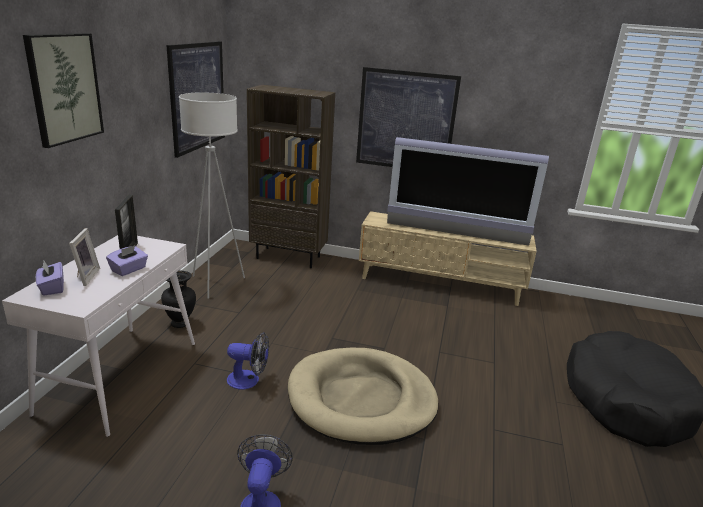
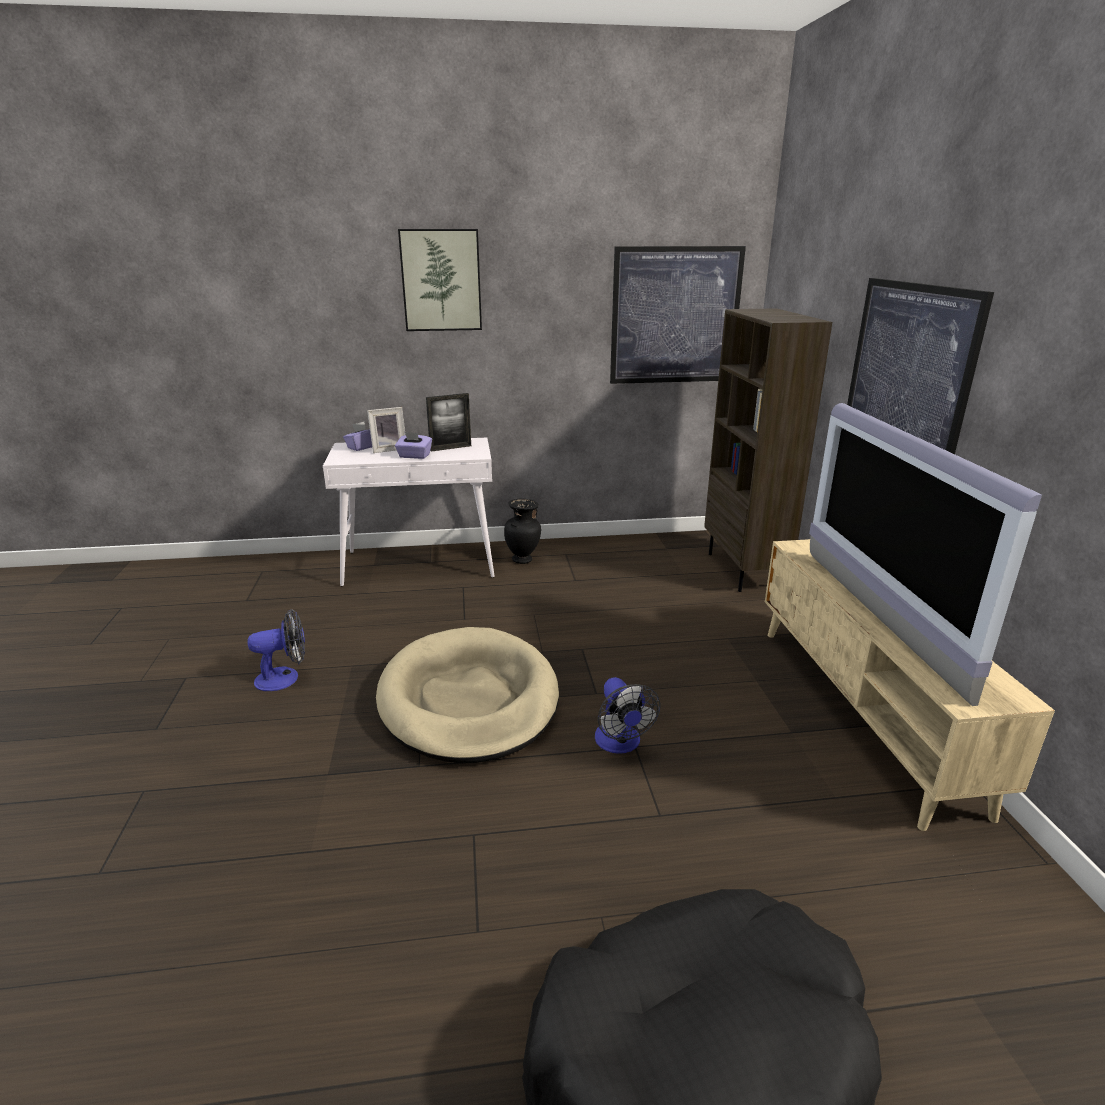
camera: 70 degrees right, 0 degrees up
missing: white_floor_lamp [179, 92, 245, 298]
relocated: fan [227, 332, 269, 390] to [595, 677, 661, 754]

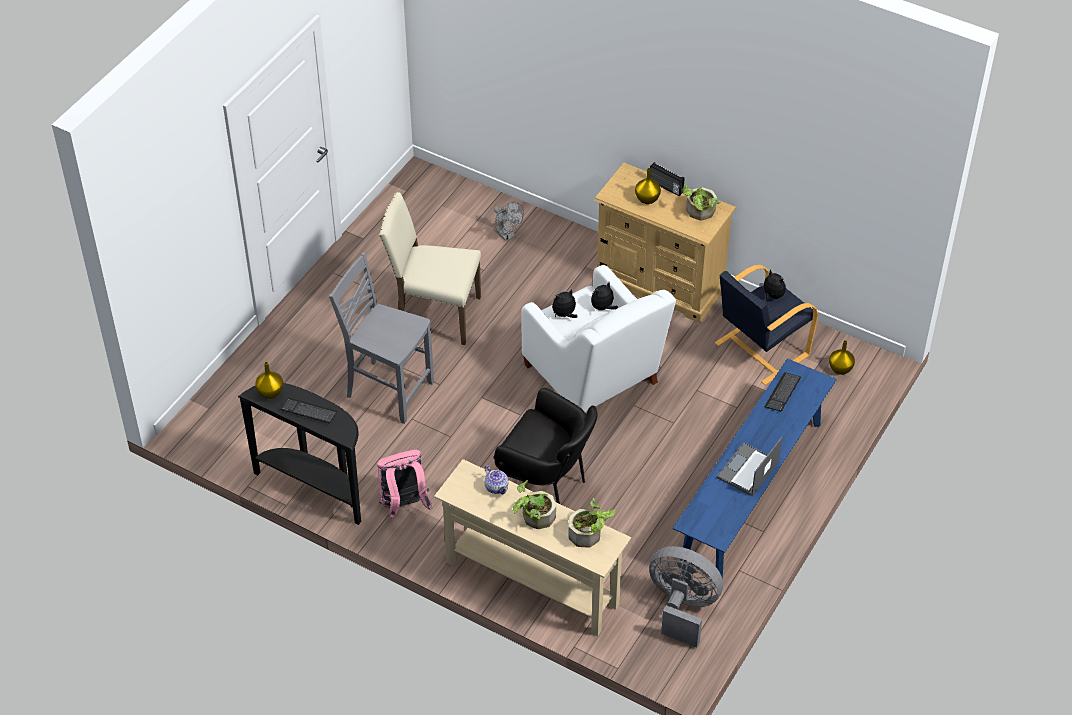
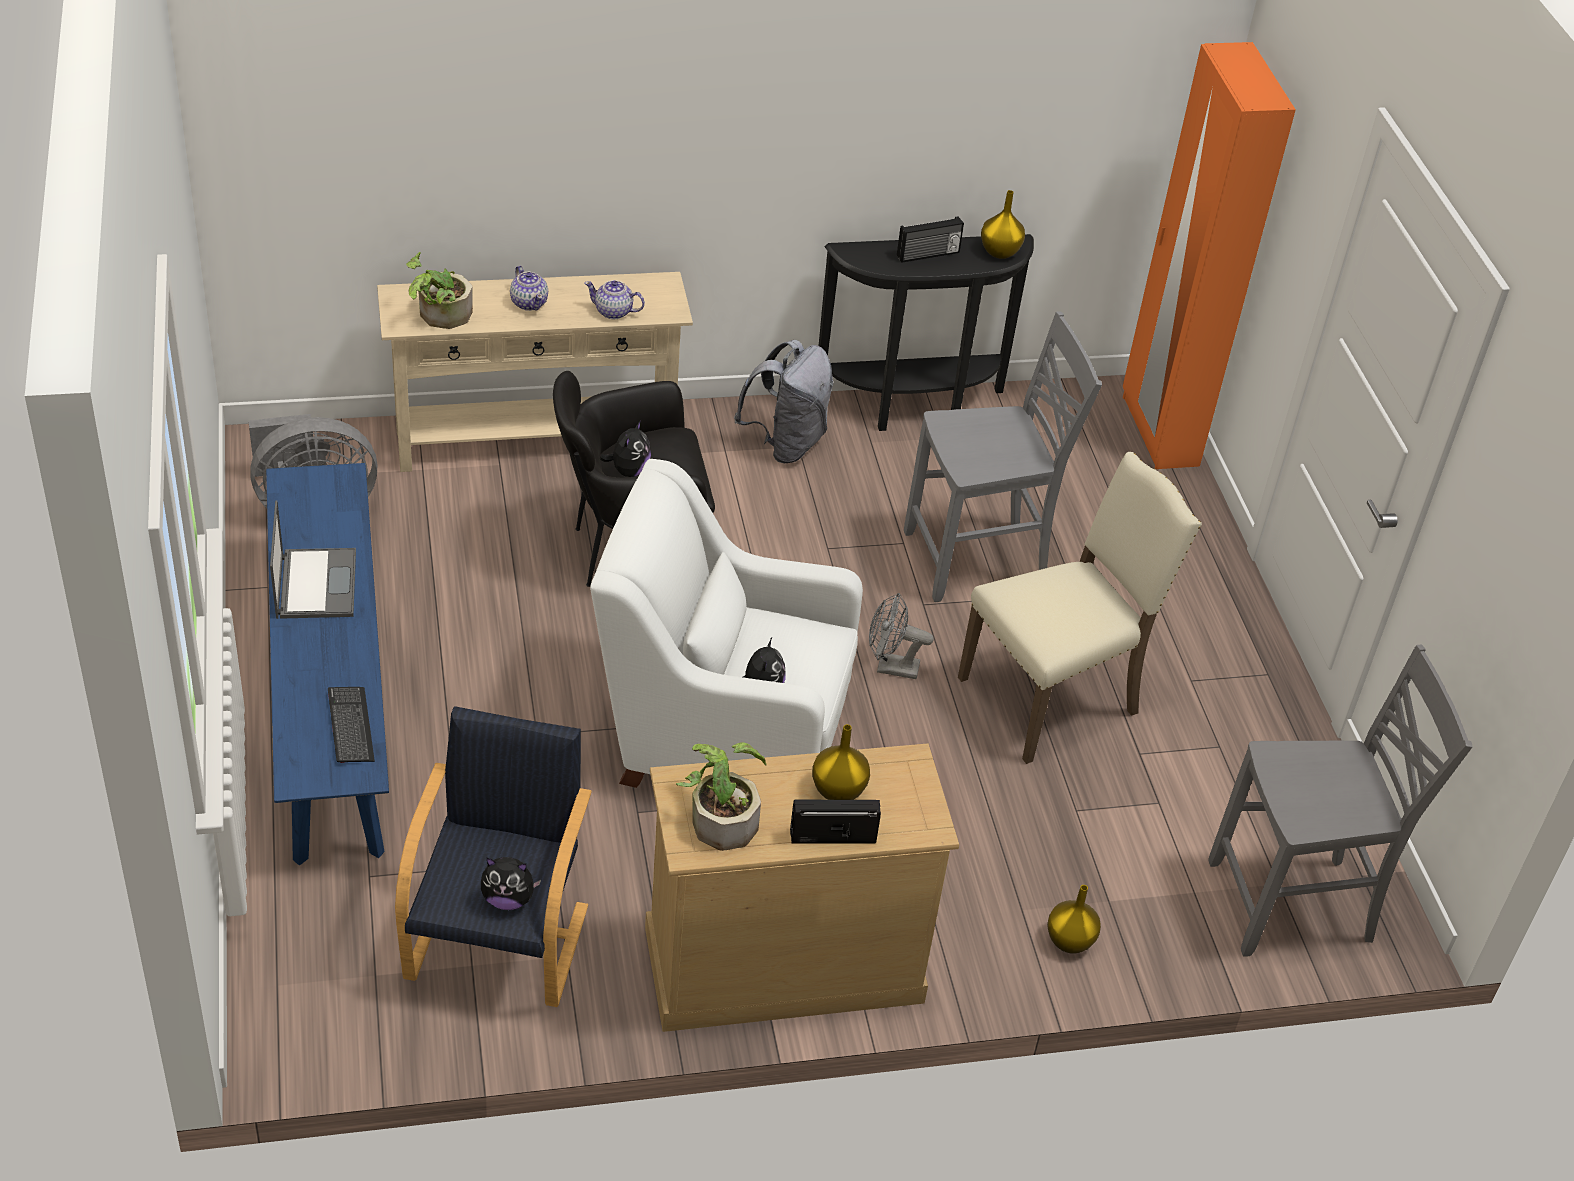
camera: 135 degrees right, 5 degrees down
appeared: orange_wardrobe [1123, 42, 1296, 469]; grey_chair [1208, 645, 1472, 957]
relocated: plush_toy [552, 289, 578, 318] to [600, 420, 651, 477]; grey_fan [494, 202, 524, 242] to [869, 593, 934, 679]; yellow_vase [829, 340, 855, 375] to [1047, 885, 1101, 954]
exchanged: potted_plant [513, 480, 556, 529] to teapot [510, 266, 548, 311]; keyboard [281, 398, 338, 423] to radio [897, 216, 964, 263]
colour: pink_backpack [377, 450, 433, 520] to grey_backpack [734, 340, 833, 463]

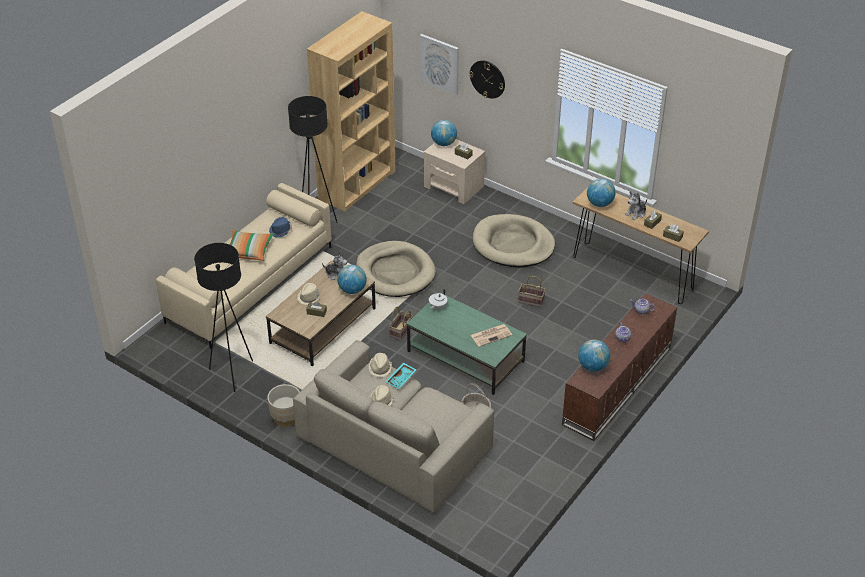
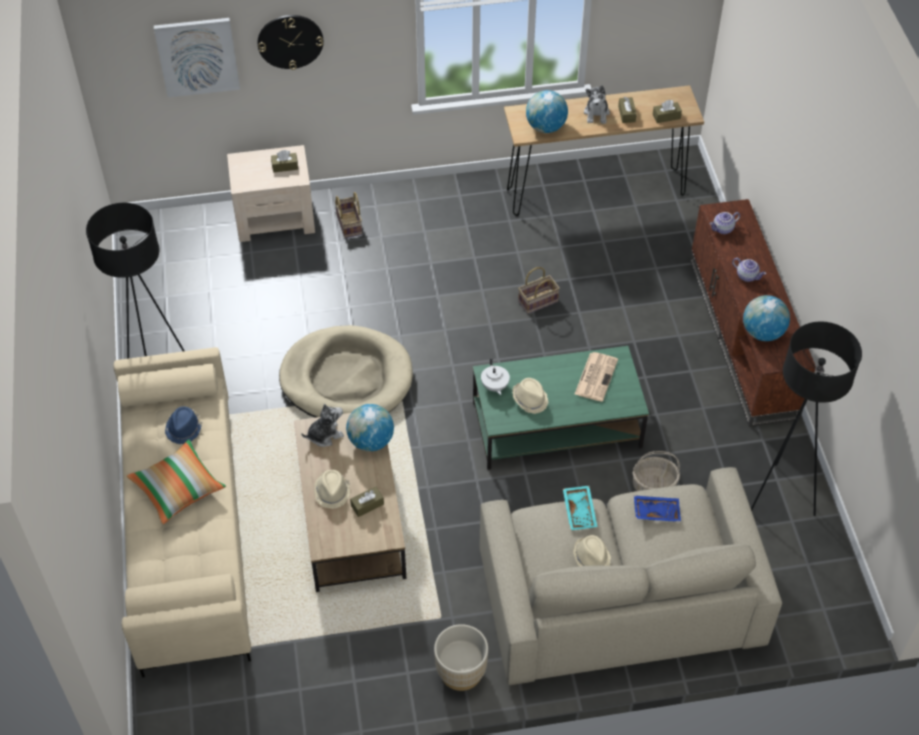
camera: 45 degrees left, 10 degrees up
missing: brown_bookcase [307, 11, 396, 212]; globe [431, 120, 457, 146]; beige_dog_bed [473, 214, 555, 267]
appeared: blue_tray [634, 495, 681, 522]
relocated: basket [389, 306, 413, 341] to [335, 192, 362, 238]; beige_hat [369, 353, 392, 378] to [512, 378, 548, 414]; black_floor_lamp [194, 243, 253, 392] to [751, 321, 862, 516]

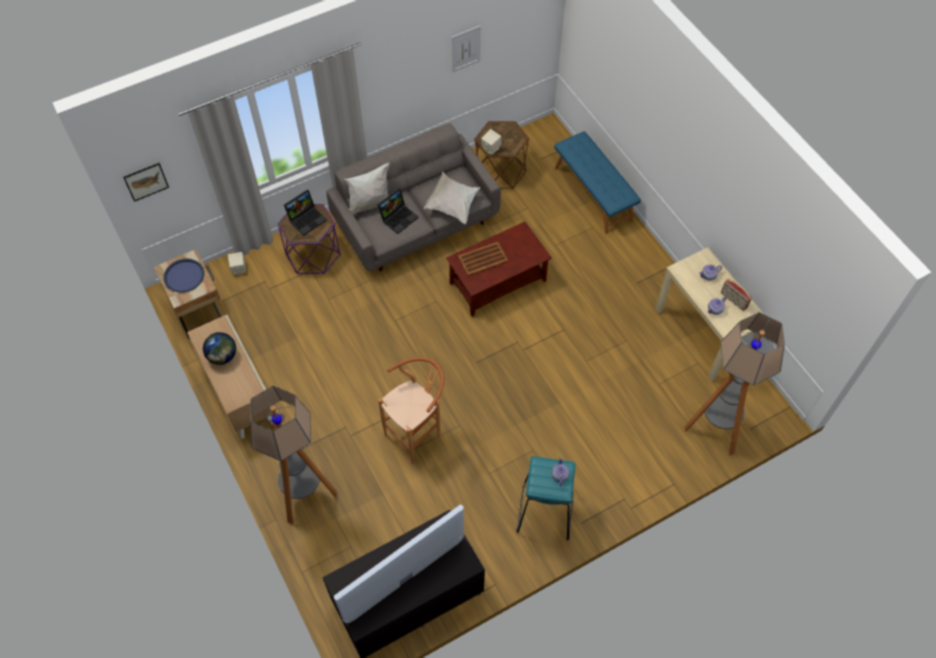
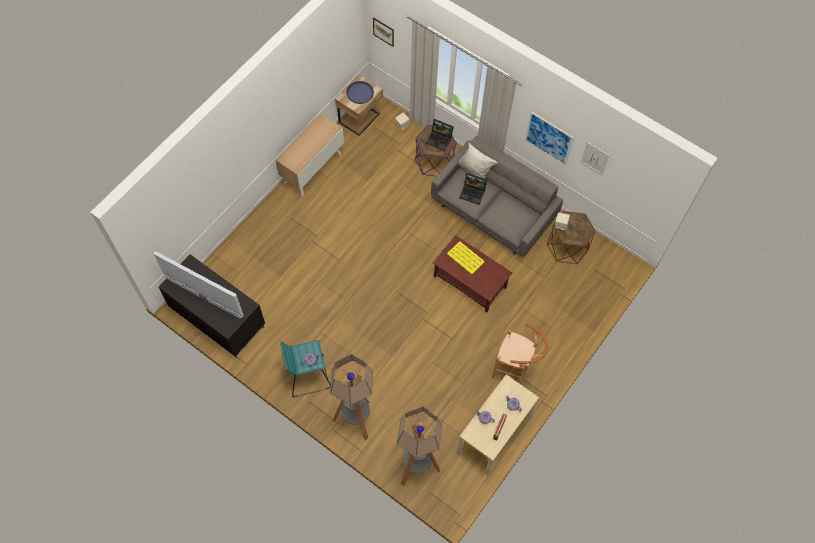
camera: 65 degrees right, 5 degrees up
missing: globe [203, 332, 236, 365]; white_pillow [423, 172, 481, 224]; blue_bench [554, 131, 641, 234]
appeared: picture [524, 111, 574, 165]
relocated: floor_lamp [250, 386, 337, 525] to [330, 354, 373, 440]; brown_stool [378, 357, 444, 464] to [492, 323, 548, 385]
colour: brown_tray [458, 242, 508, 276] to yellow_tray [447, 241, 485, 274]

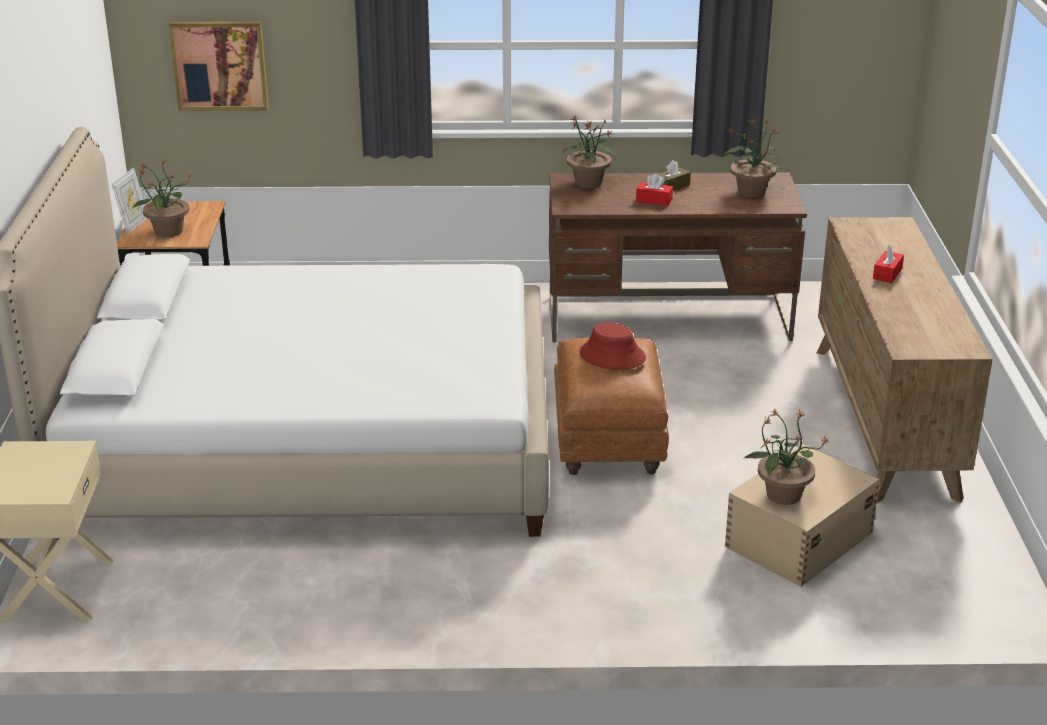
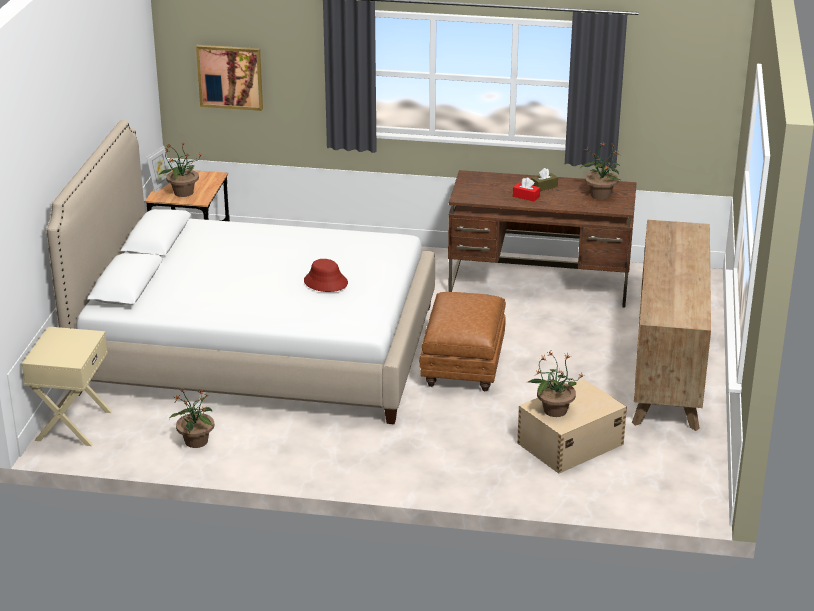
camera: 10 degrees right, 0 degrees up
missing: red_tissue_box [873, 245, 904, 283]
relocated: potted_plant [563, 115, 616, 188] to [169, 388, 214, 448]; red_hat [579, 323, 646, 370] to [304, 259, 348, 292]

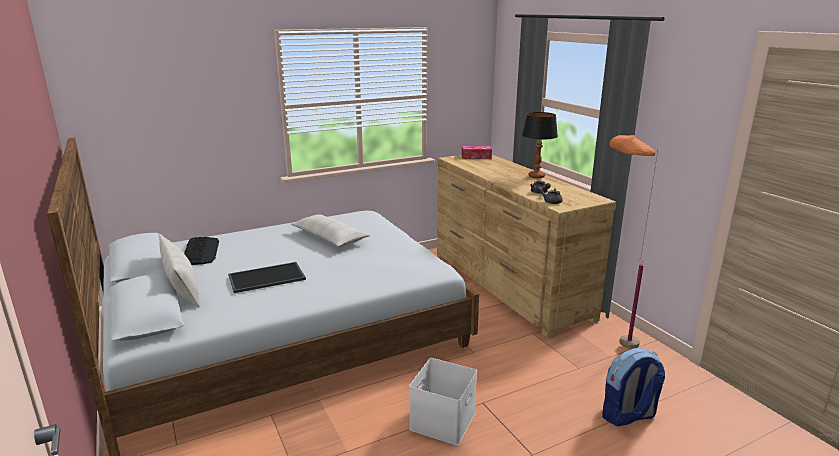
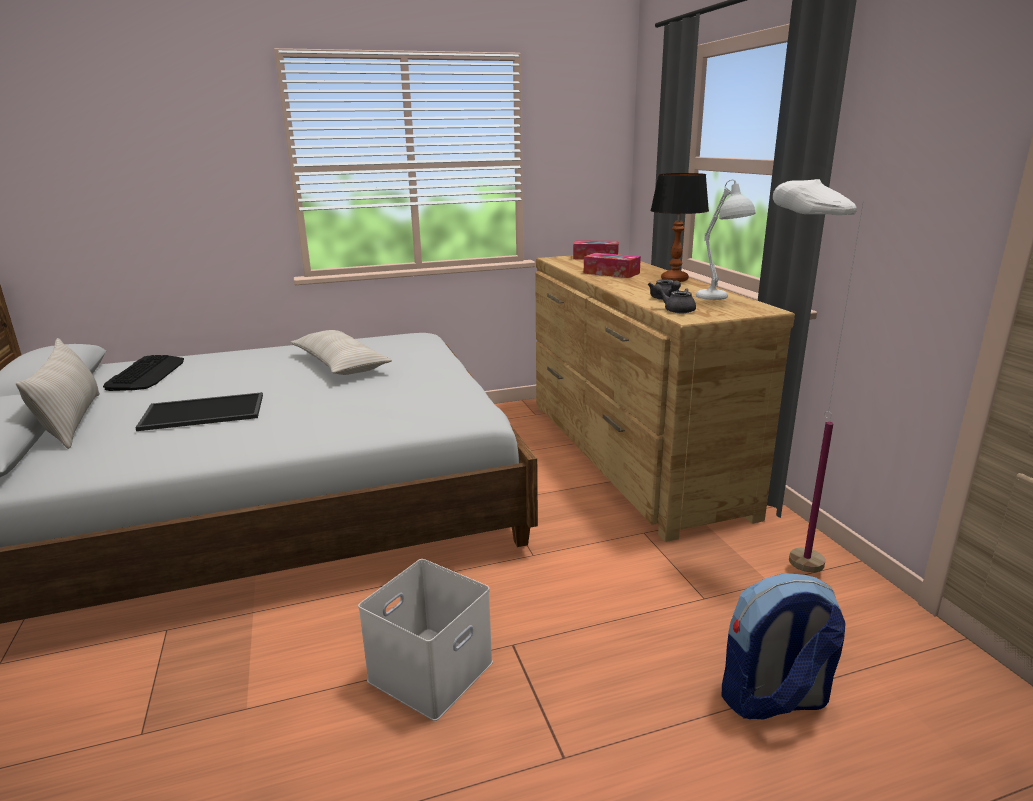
camera: 10 degrees right, 0 degrees up
appeared: tissue_box [584, 253, 641, 278]; white_table_lamp [696, 180, 756, 300]
colour: orange_floor_lamp [610, 135, 658, 349] to white_floor_lamp [773, 179, 863, 573]

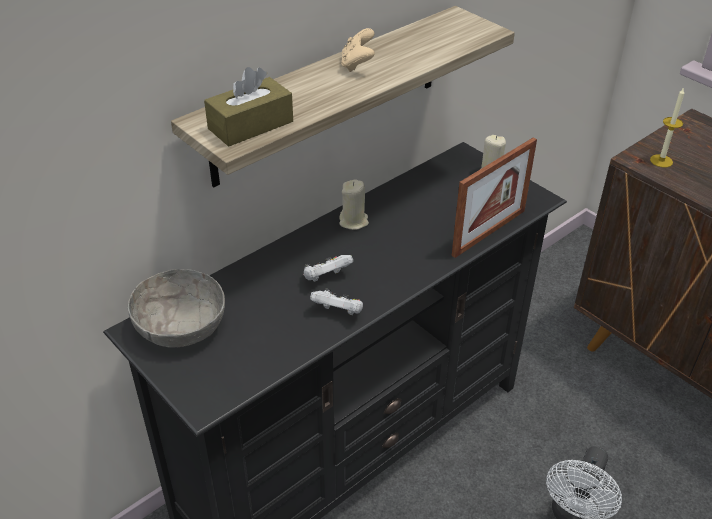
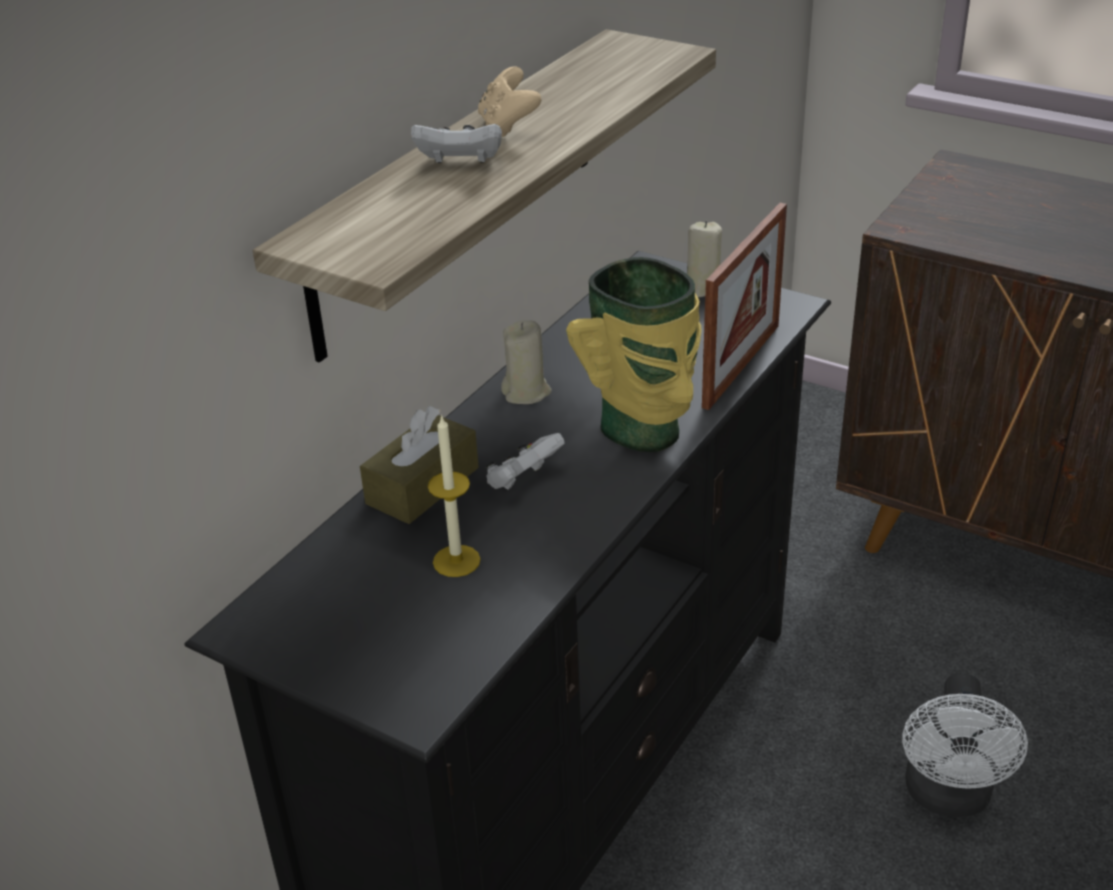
camera: 15 degrees left, 5 degrees down
missing: grey_bowl [128, 269, 225, 348]
appeared: vase [566, 257, 702, 452]
relocated: brown_tissue_box [204, 67, 293, 146] to [360, 406, 479, 524]; white_game_controller [310, 288, 363, 315] to [411, 124, 502, 163]; candle [650, 87, 684, 167] to [428, 414, 481, 577]

